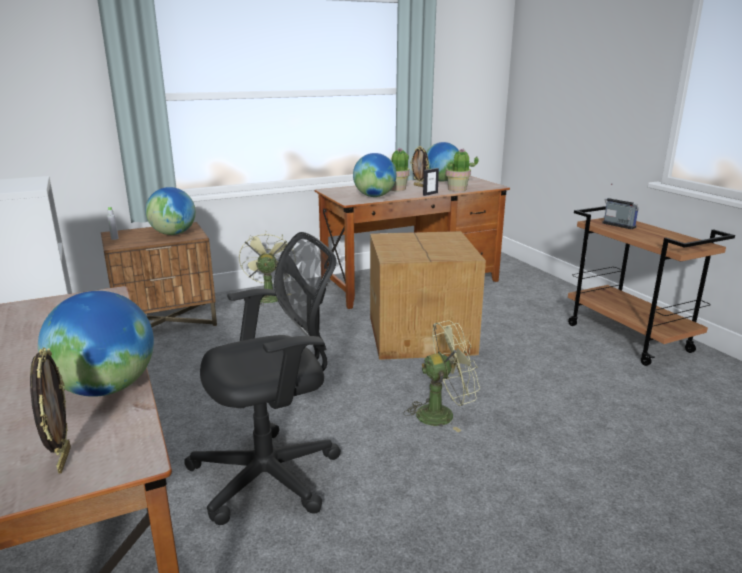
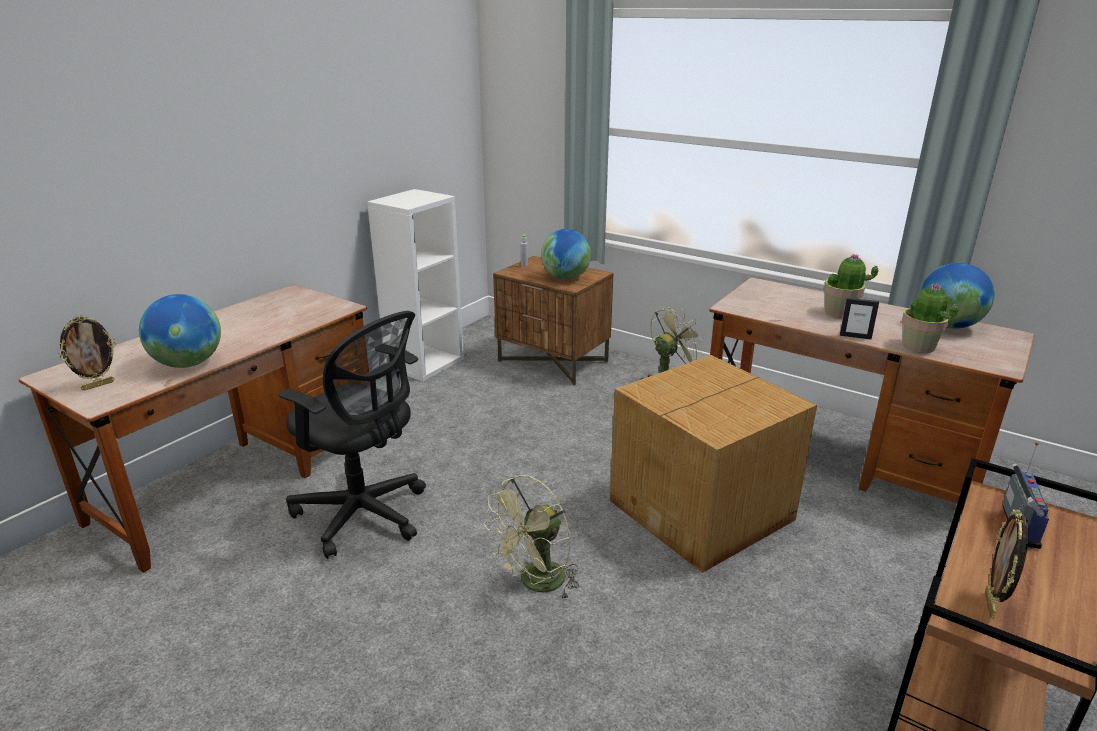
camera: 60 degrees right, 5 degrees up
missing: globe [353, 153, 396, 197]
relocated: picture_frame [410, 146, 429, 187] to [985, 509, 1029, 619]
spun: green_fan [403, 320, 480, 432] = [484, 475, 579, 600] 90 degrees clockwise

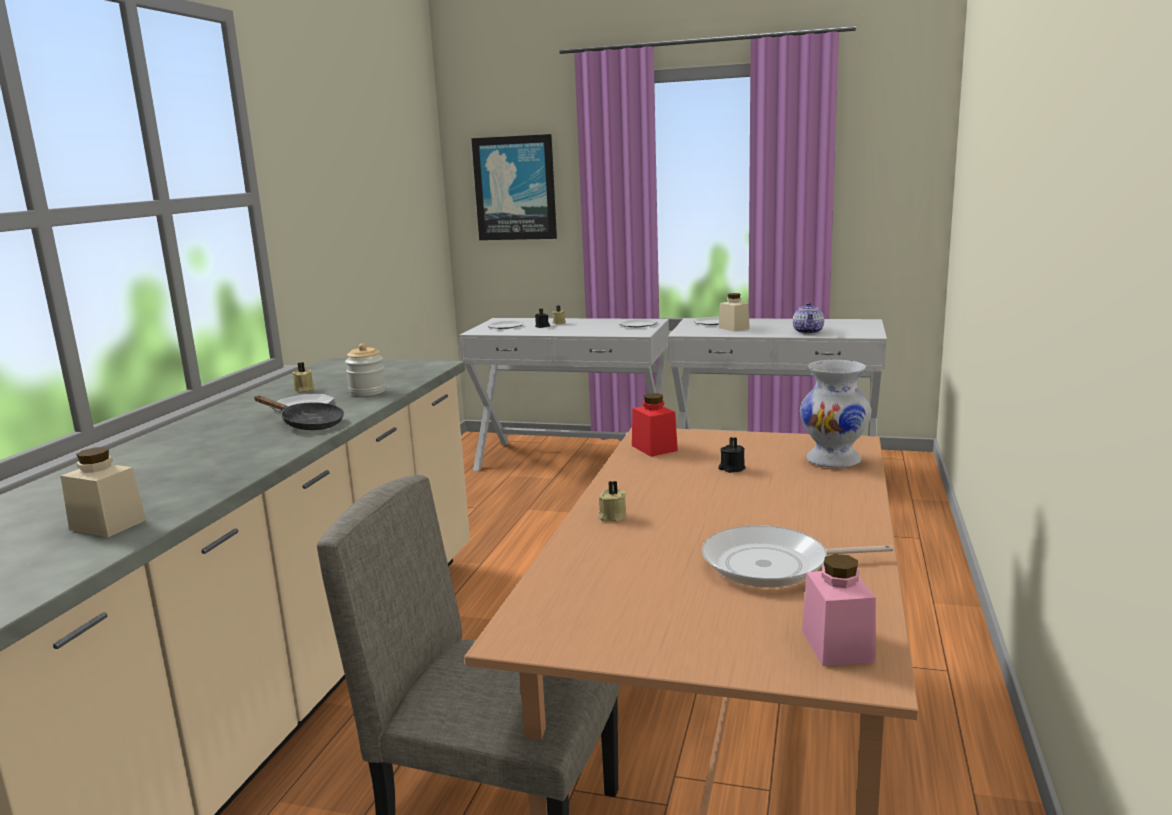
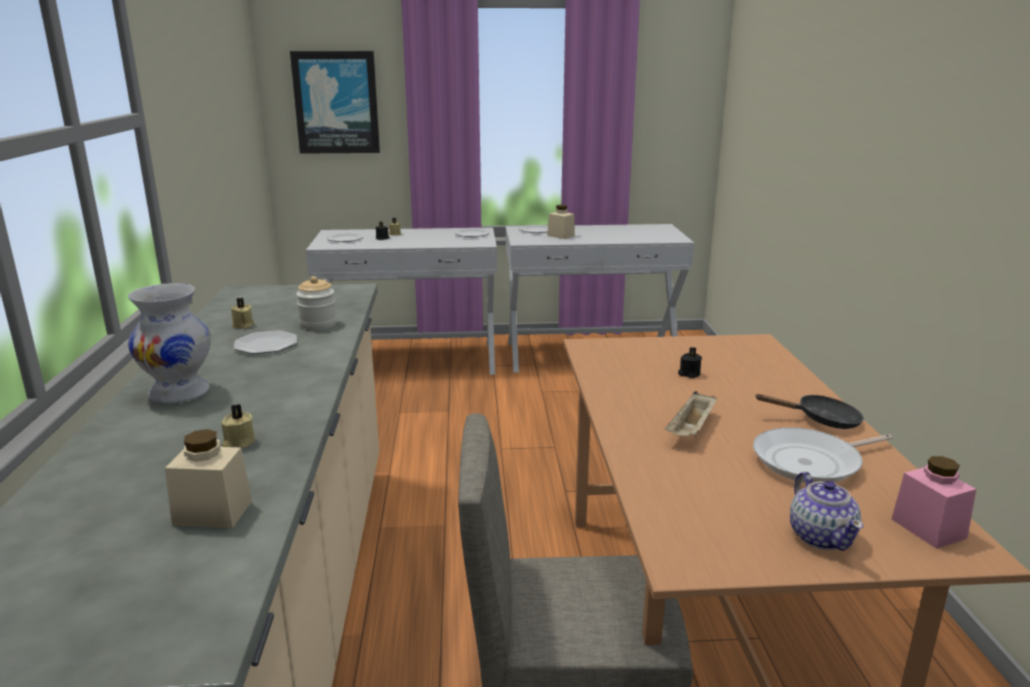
camera: 20 degrees left, 5 degrees up
missing: red_jar [632, 393, 678, 457]
appeared: beige_tray [665, 391, 717, 436]
relocated: white_vase [800, 360, 872, 468] to [128, 283, 211, 403]; beige_candle [598, 481, 626, 522] to [221, 404, 255, 448]; black_frying_pan [254, 396, 344, 430] to [756, 394, 864, 429]; teapot [793, 302, 824, 334] to [790, 472, 863, 551]

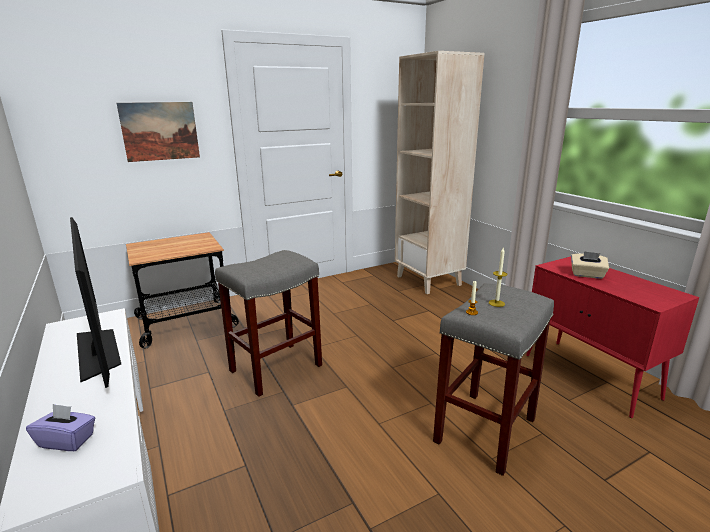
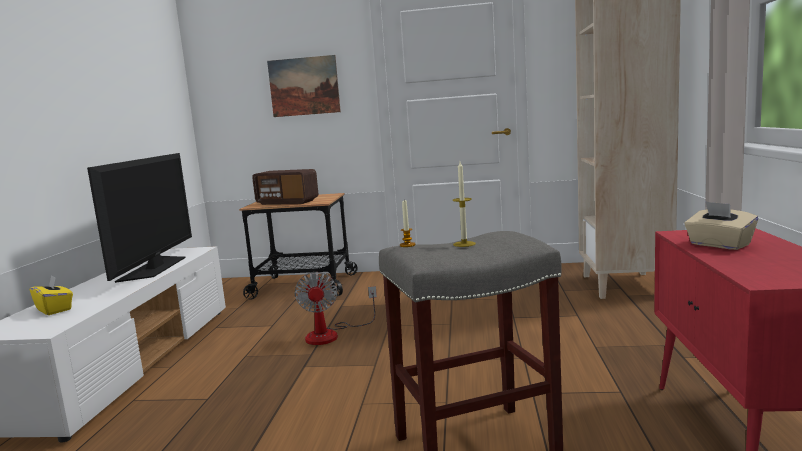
camera: 35 degrees right, 10 degrees down
appeared: radio [252, 169, 318, 205]
exchanged: grey_stool [215, 250, 322, 397] to fan [294, 272, 377, 345]
colour: purple_tissue_box [26, 404, 95, 451] to yellow_tissue_box [30, 275, 73, 315]

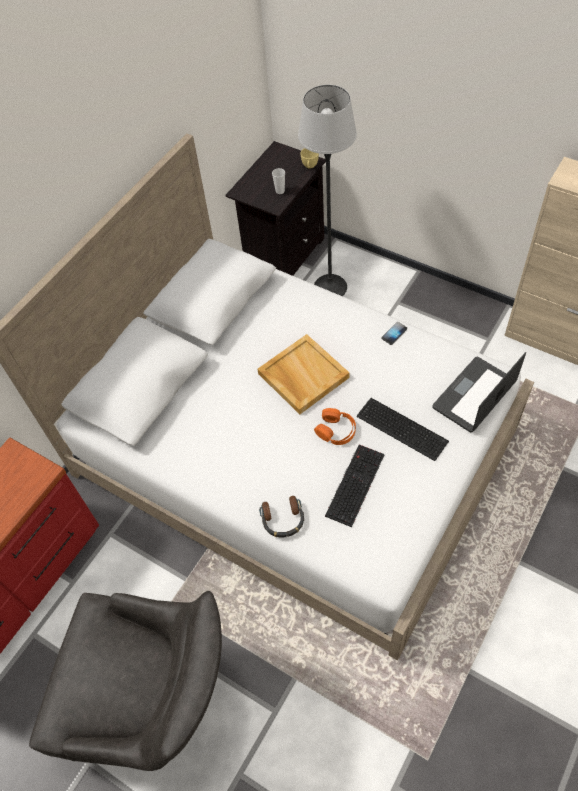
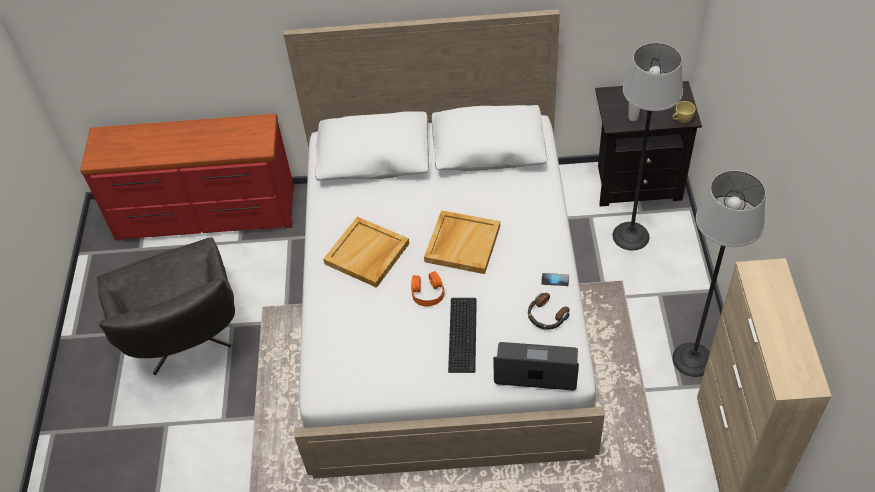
camera: 55 degrees right, 5 degrees down
missing: keyboard [325, 445, 385, 527]
appeared: beige_tray [323, 217, 409, 288]; floor_lamp [673, 171, 766, 377]
relocated: headphones [259, 496, 304, 538] to [528, 293, 570, 330]

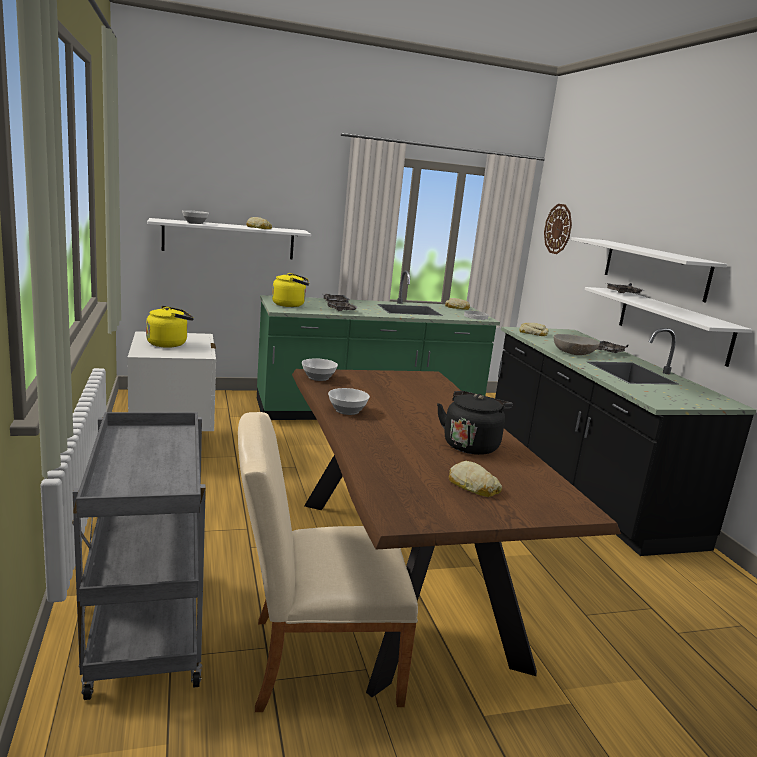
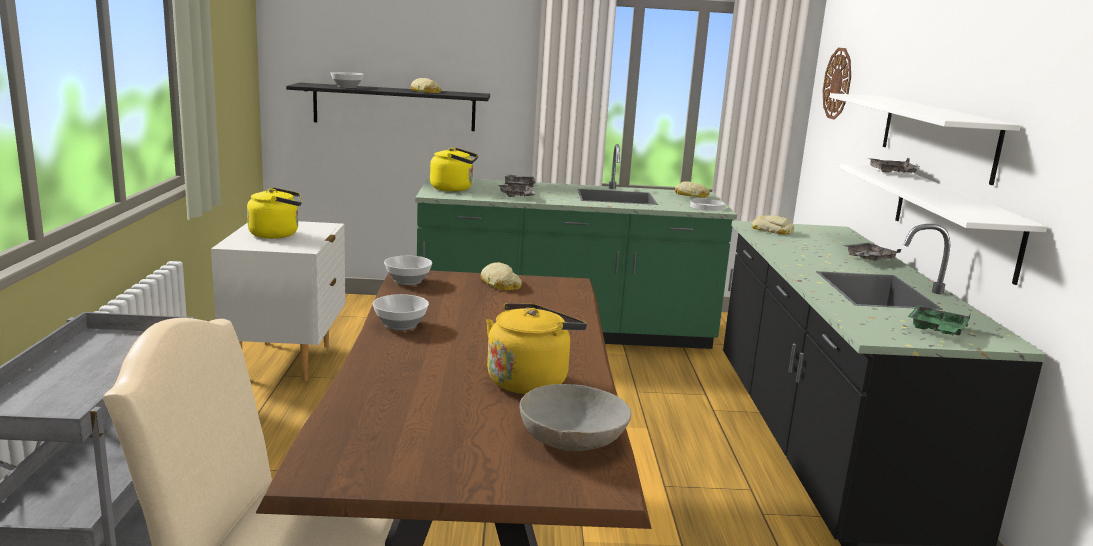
camera: 15 degrees right, 0 degrees up
appeared: green_tray [908, 305, 972, 336]
relocated: bread [449, 461, 502, 497] to [481, 262, 522, 291]; grey_bowl [554, 334, 600, 355] to [520, 384, 631, 452]
colour: white_shelf [147, 218, 311, 259] to black_shelf [286, 83, 490, 131]; black_kettle [437, 391, 513, 455] to yellow_kettle [486, 303, 587, 394]

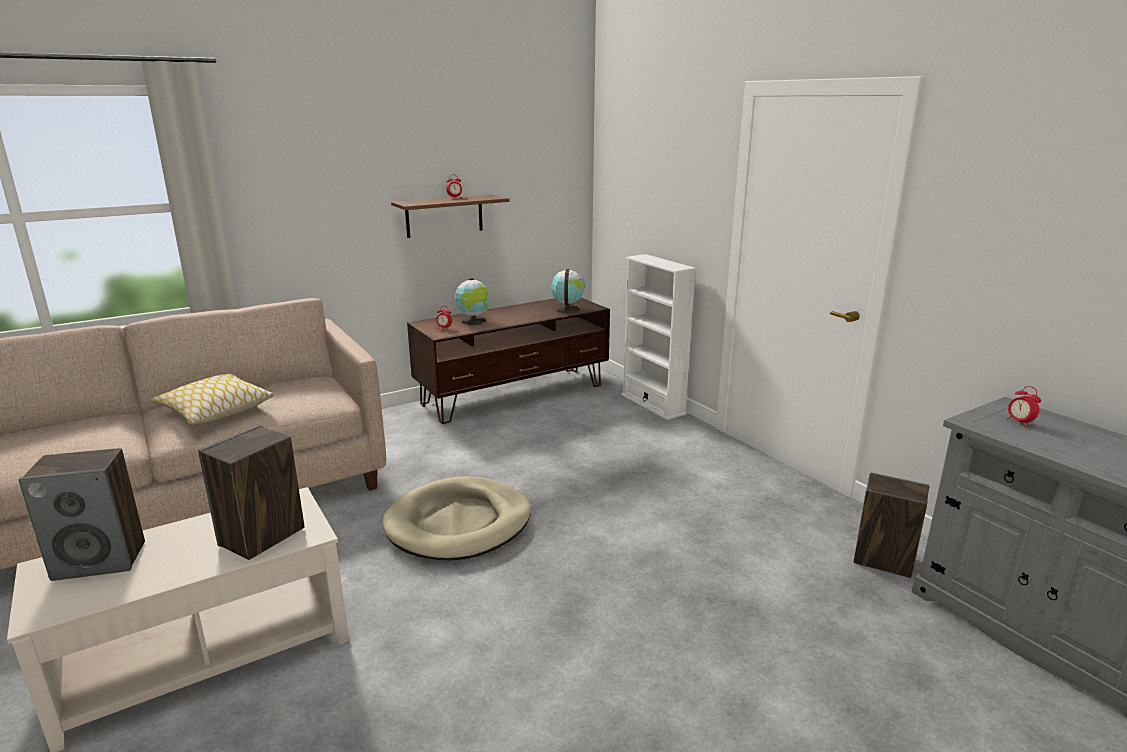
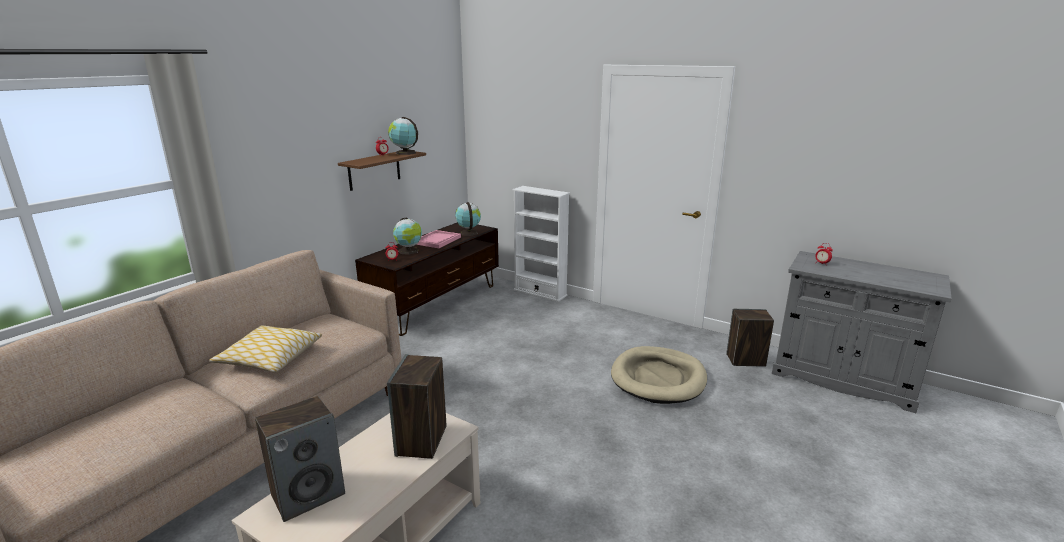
camera: 25 degrees left, 0 degrees up
appeared: globe [388, 117, 418, 155]; pink_tray [416, 230, 461, 248]
relocated: beige_dog_bed [383, 476, 531, 560] to [611, 346, 707, 404]

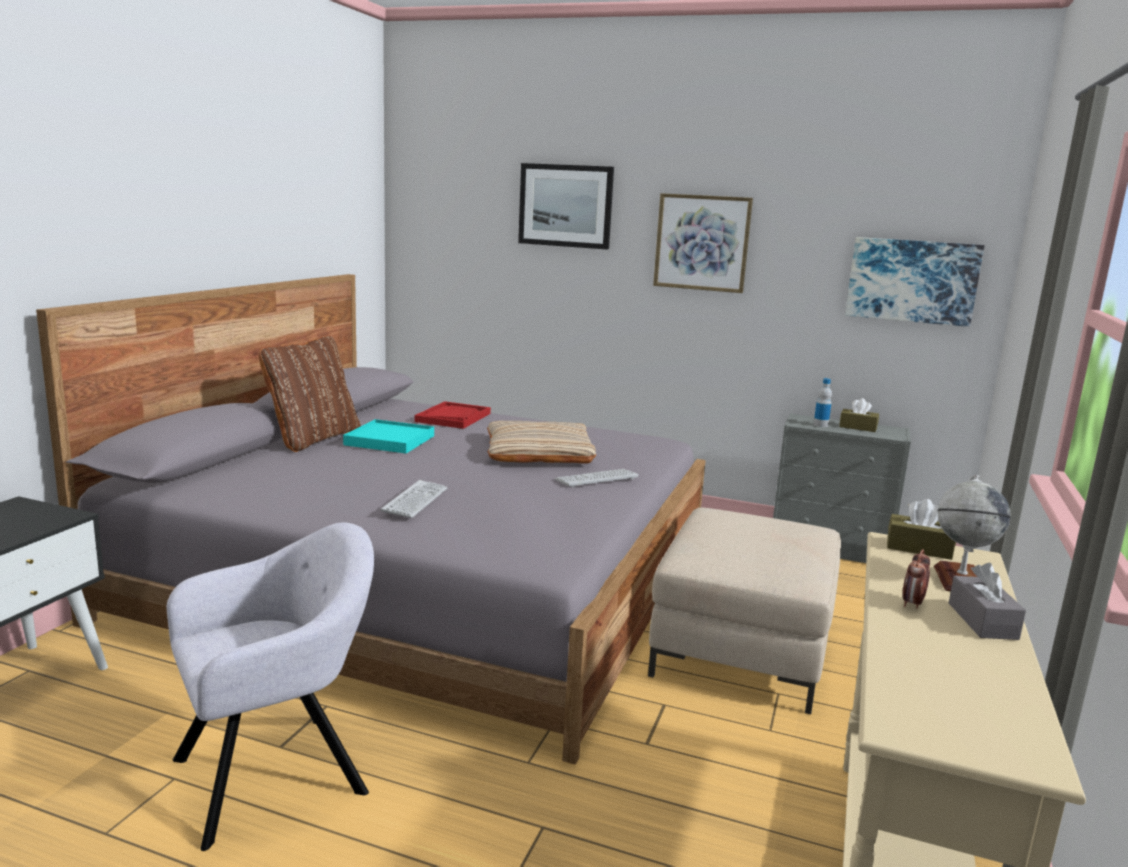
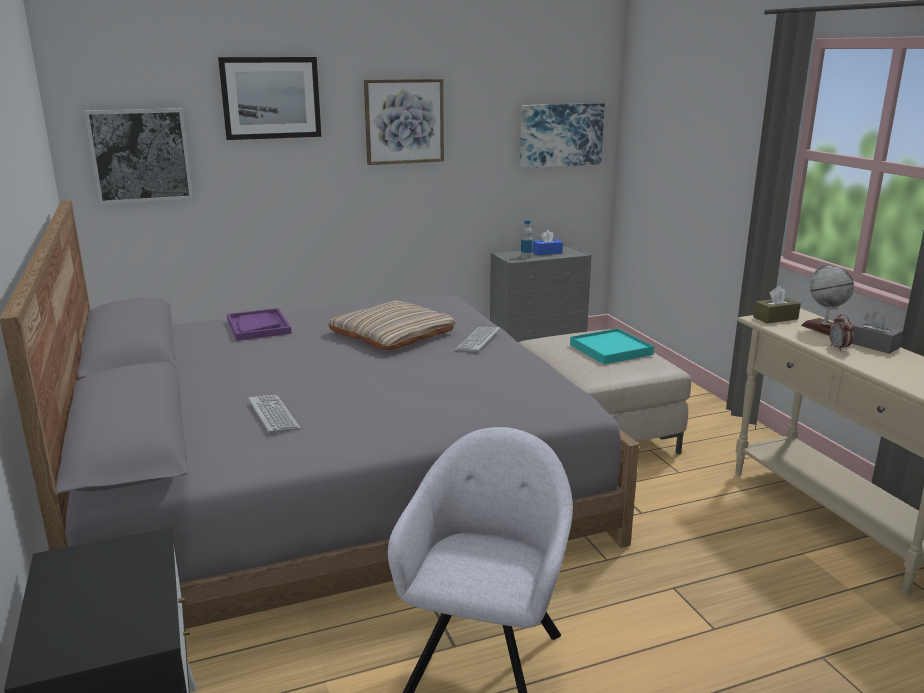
camera: 40 degrees left, 5 degrees up
missing: brown_pillow [258, 336, 361, 452]
appeared: picture [85, 108, 193, 204]
relocated: keyboard [381, 480, 448, 518] to [248, 395, 301, 433]; turquoise_tray [343, 419, 434, 453] to [570, 328, 654, 364]
colour: red_tray [414, 401, 491, 429] to purple_tray [227, 308, 291, 341]; brown_tissue_box [839, 398, 879, 432] to blue_tissue_box [533, 230, 563, 255]

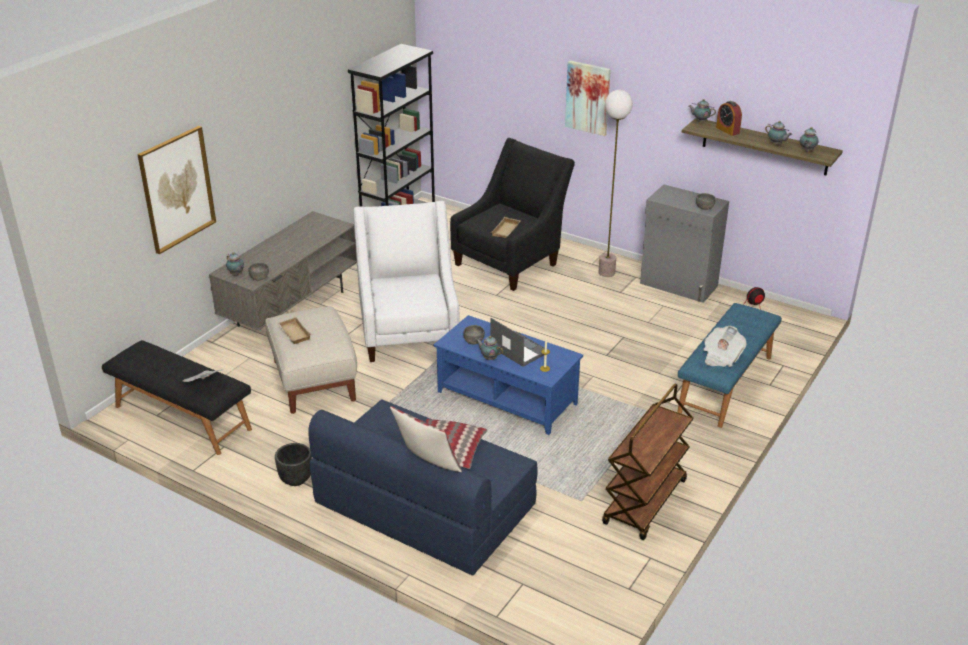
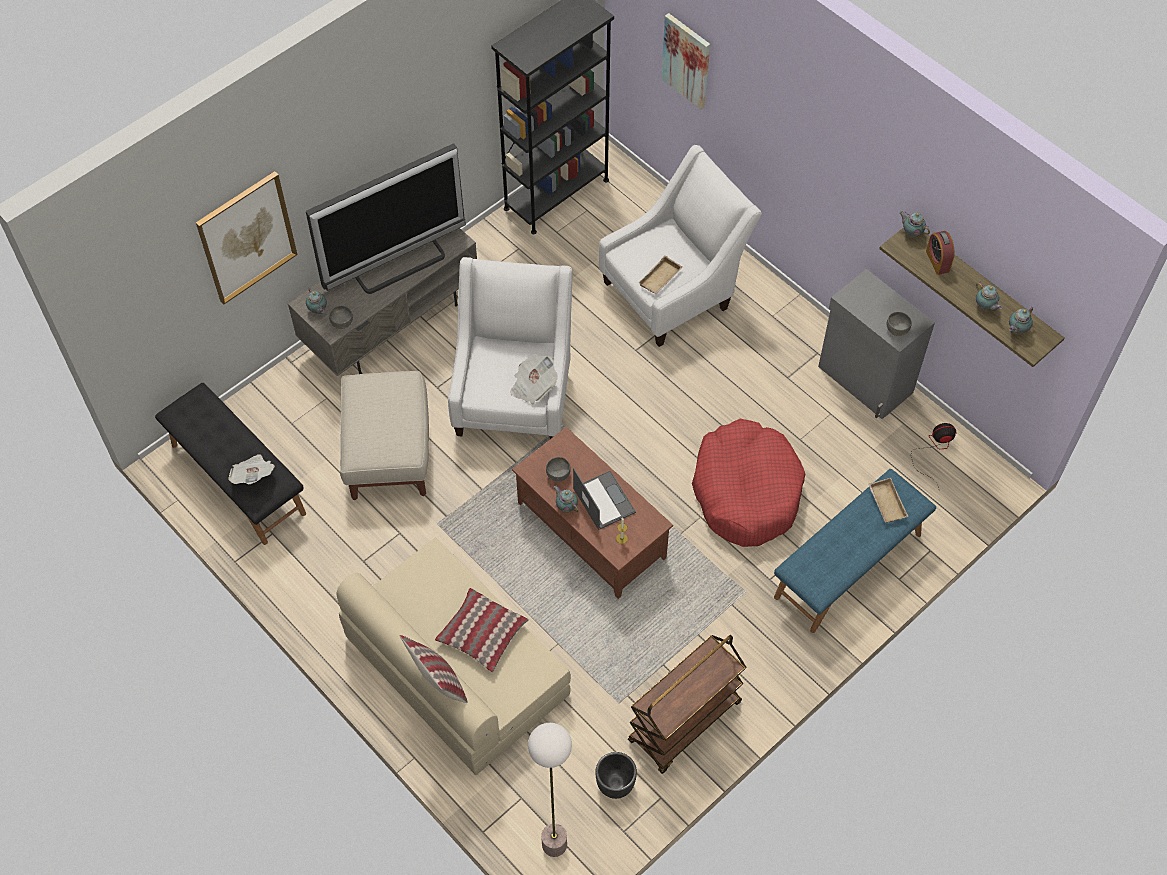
camera: 15 degrees right, 25 degrees up
appeared: television [306, 143, 466, 294]; red_dog_bed [692, 419, 805, 547]
relocated: newspaper [703, 326, 747, 367] to [510, 354, 558, 404]; floor_lamp [599, 90, 633, 277] to [528, 723, 572, 857]; black_planter [275, 443, 312, 486] to [595, 752, 637, 799]; picture [565, 61, 611, 136] to [661, 13, 710, 110]; beige_tray [277, 317, 312, 344] to [868, 478, 908, 523]
colour: blue_sofa [308, 399, 538, 576] to beige_sofa [336, 537, 571, 775]; blue_coffee_table [434, 315, 583, 435] to brown_coffee_table [512, 427, 673, 599]; black_armchair [450, 138, 575, 291] to white_armchair [599, 145, 762, 347]

